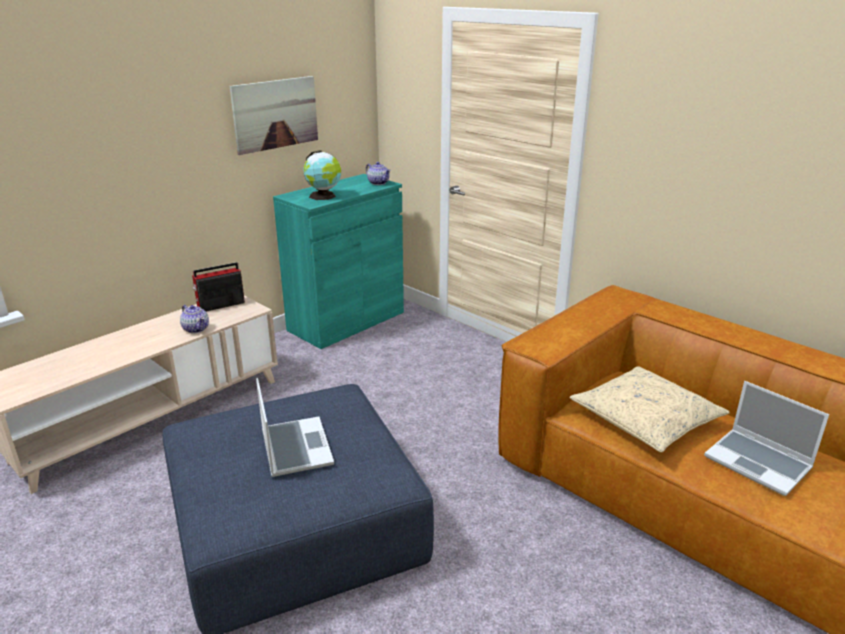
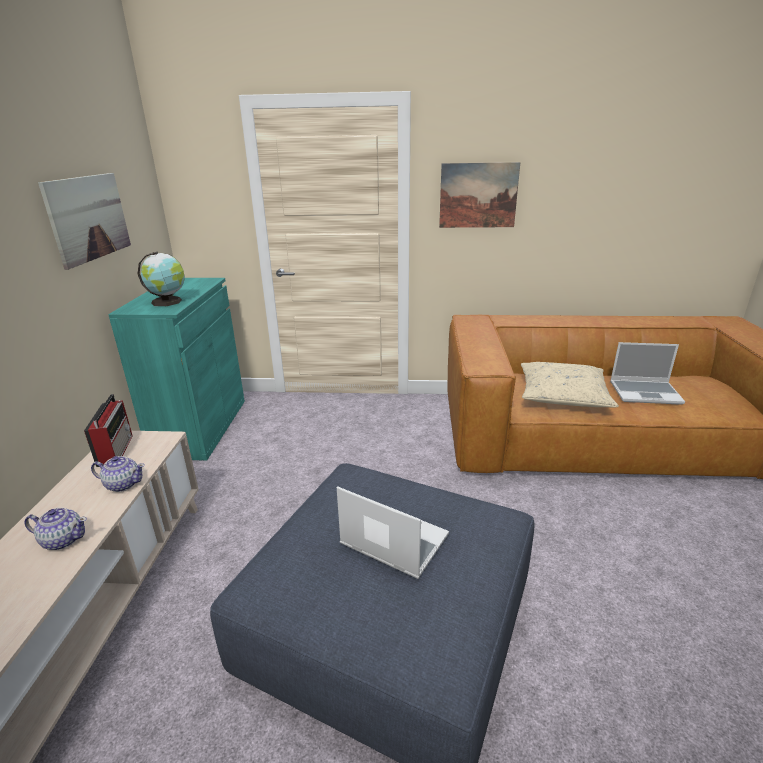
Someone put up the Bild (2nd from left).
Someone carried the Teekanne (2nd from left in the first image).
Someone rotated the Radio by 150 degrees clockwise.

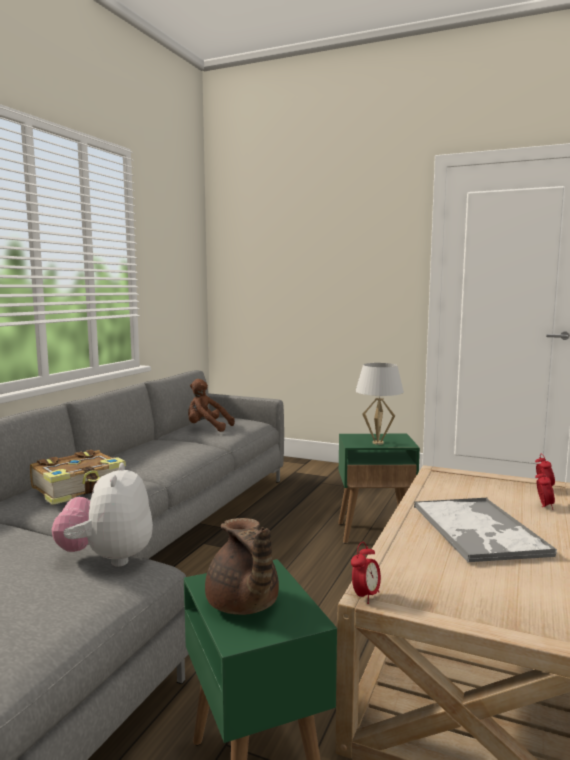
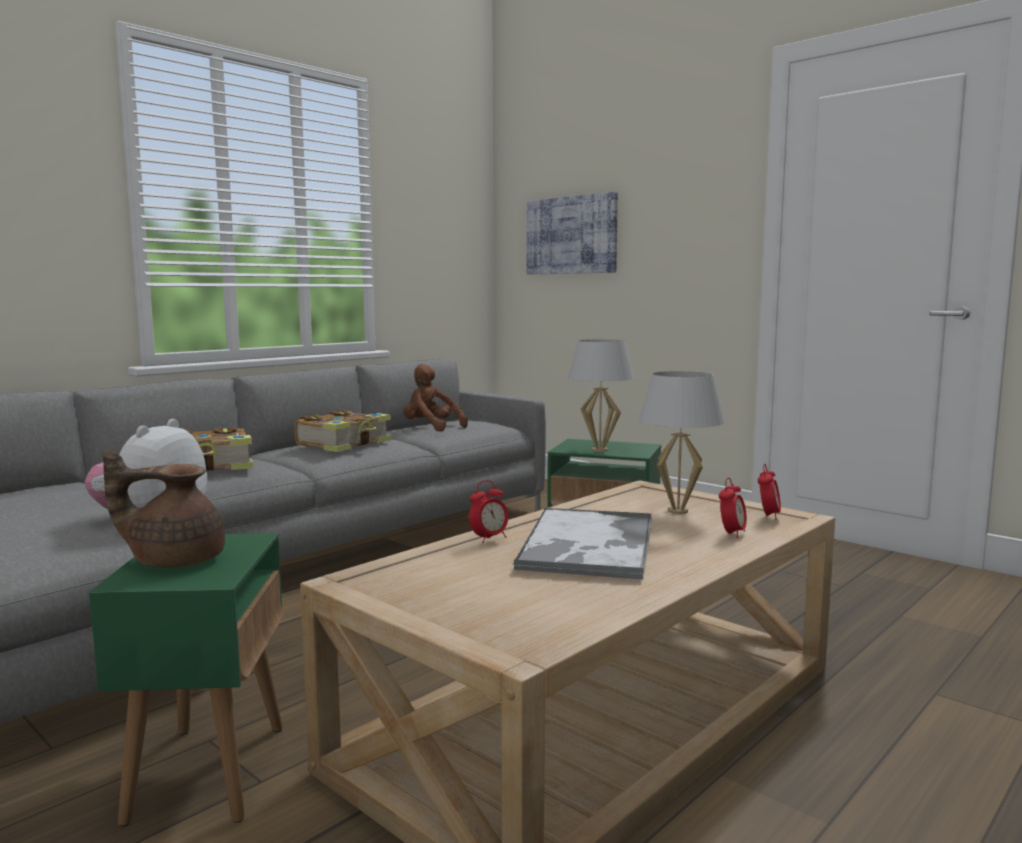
Someone put down the Buch (2nd from left).
Someone put up the Bild.
Someone put down the Tischlampe [weiß] (2nd from left).
Someone carried the Wecker (1st from left).
Someone rotated the Teekanne [braun] by 90 degrees clockwise.

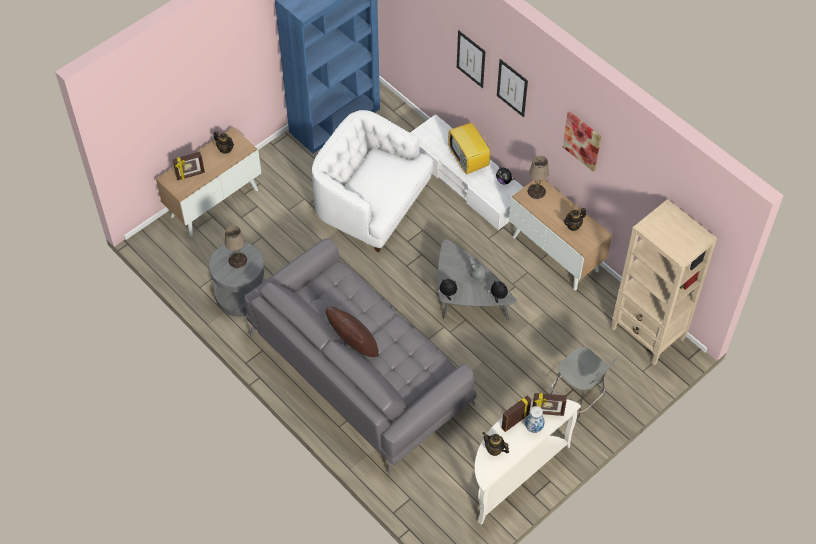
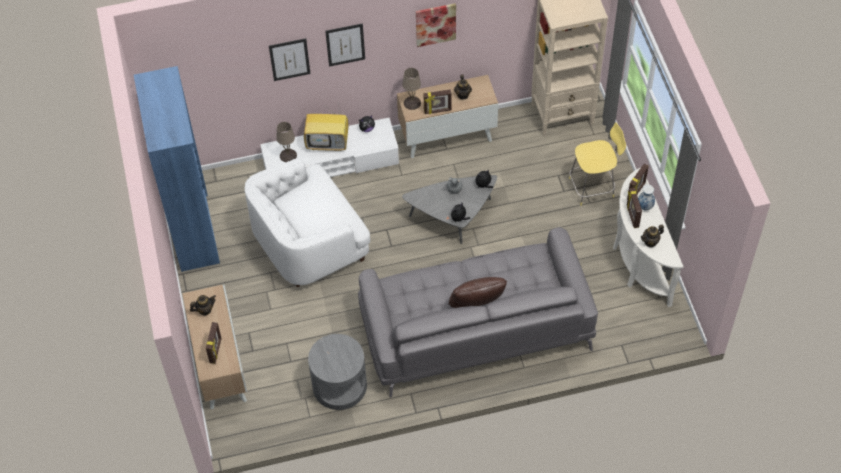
Someone put down the Bilderrahmen (2nd from left).
Someone carried the Tischlampe [beige] (1st from left).
Someone repainted the Hocker [grau], which became the Hocker [gelb].

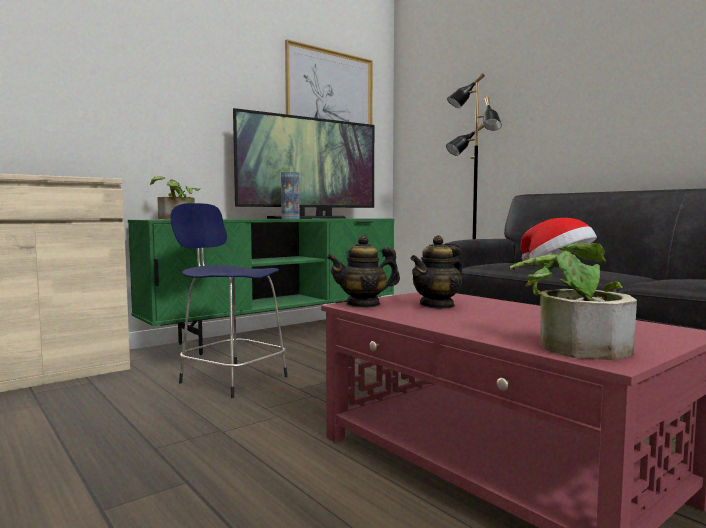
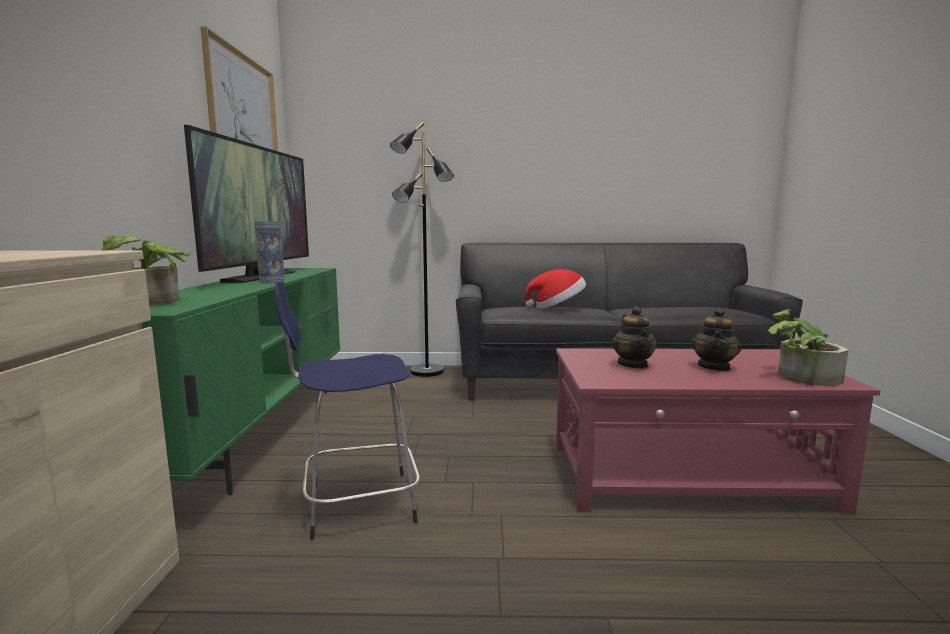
Someone carried the Teekanne (1st from left in the first image).

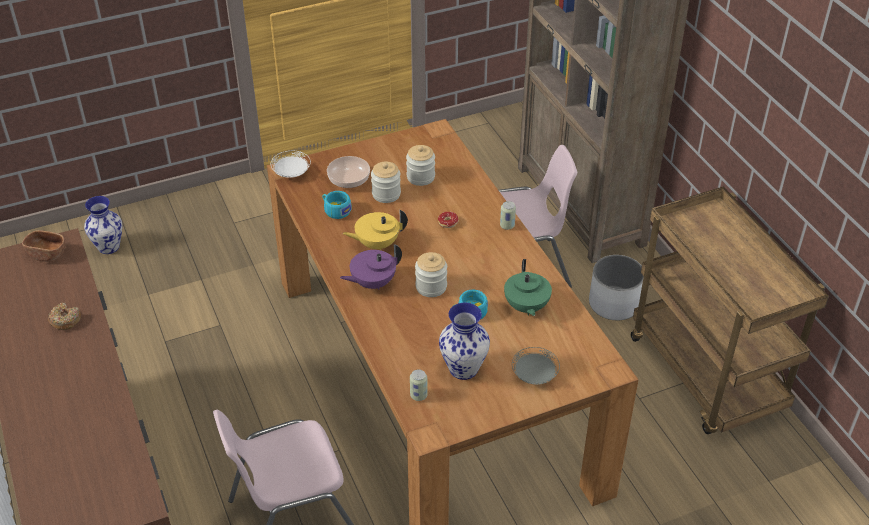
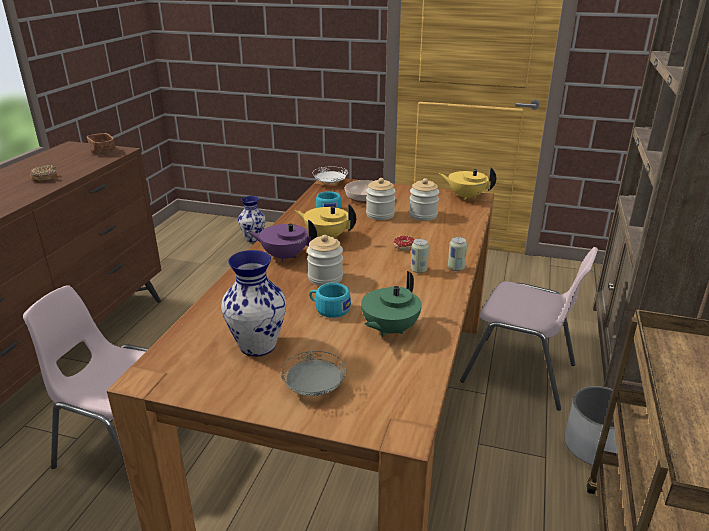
Someone put down the Teekanne [gelb] (2nd from left).
Someone carried the Dose (1st from left).

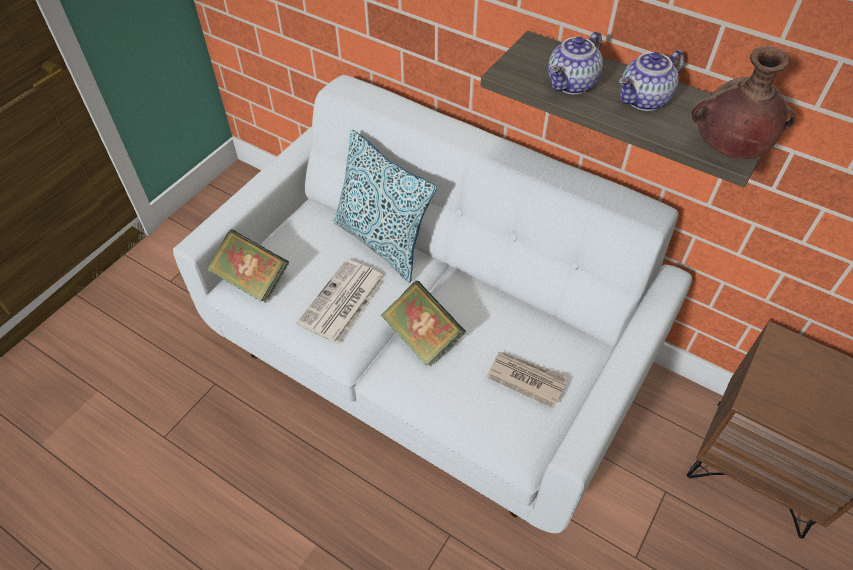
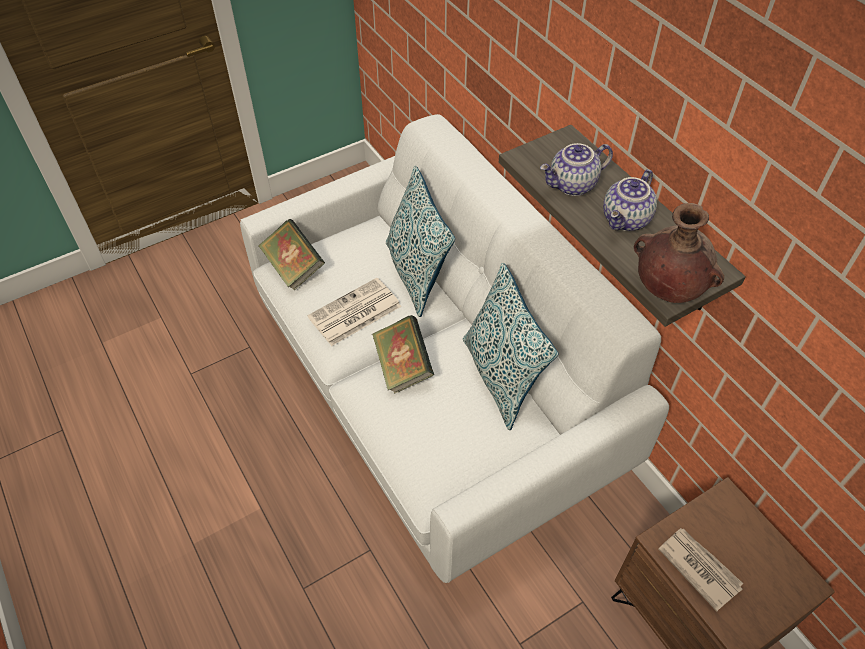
Someone put down the Kissen (2nd from left).
Someone carried the Zeitung (2nd from left).
Someone rotated the Teekanne (2nd from left) by 45 degrees counterclockwise.

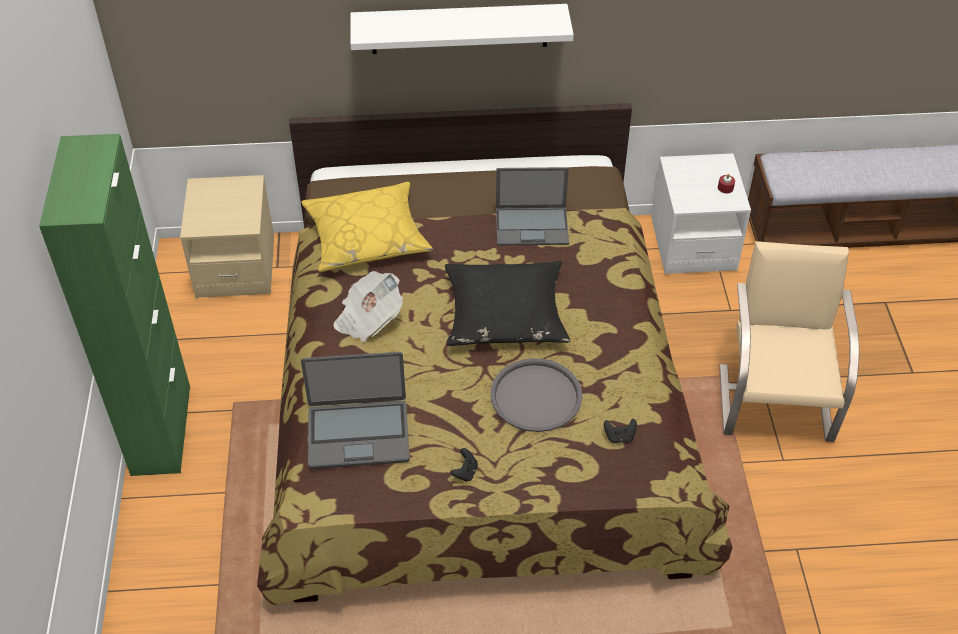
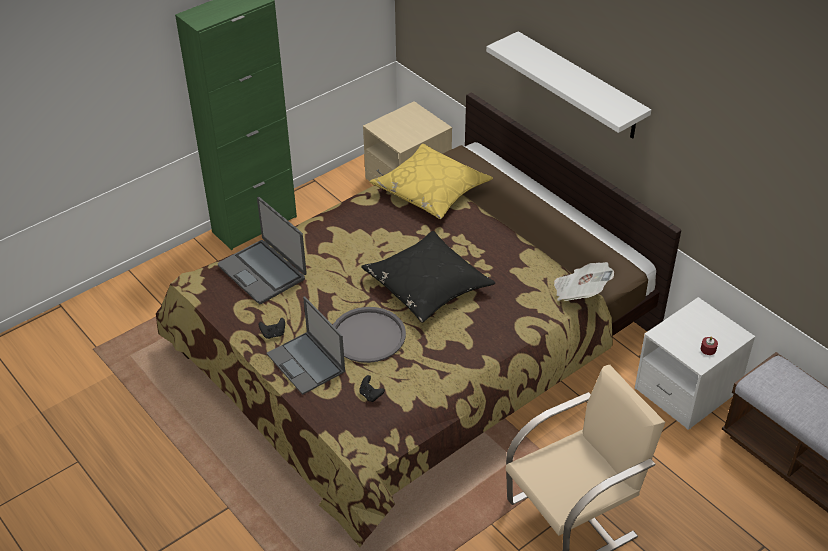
Someone carried the Zeitung.
Someone carried the Laptop (2nd from left).

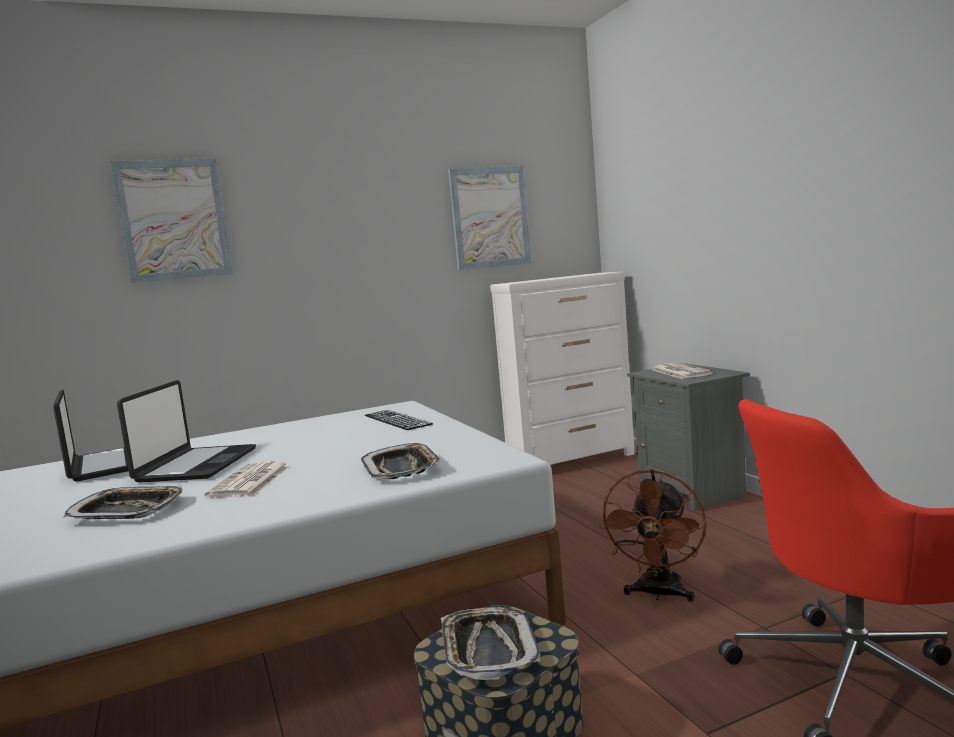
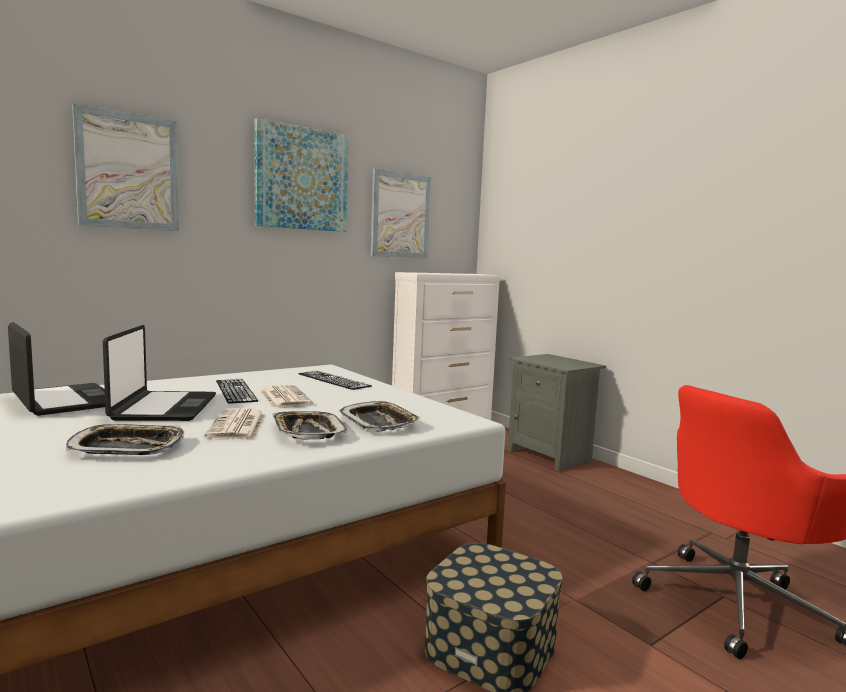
Someone took away the Ventilator [braun].
Someone put down the Tastatur (1st from left).
Someone put up the Bild (2nd from left).
Someone carried the Tablett (3rd from left in the first image).
Someone carried the Zeitung (2nd from left).

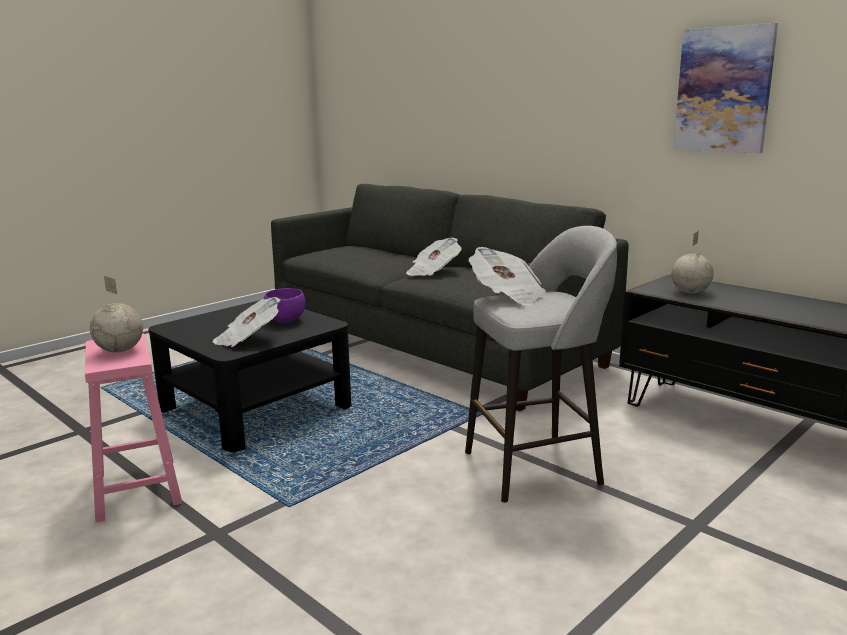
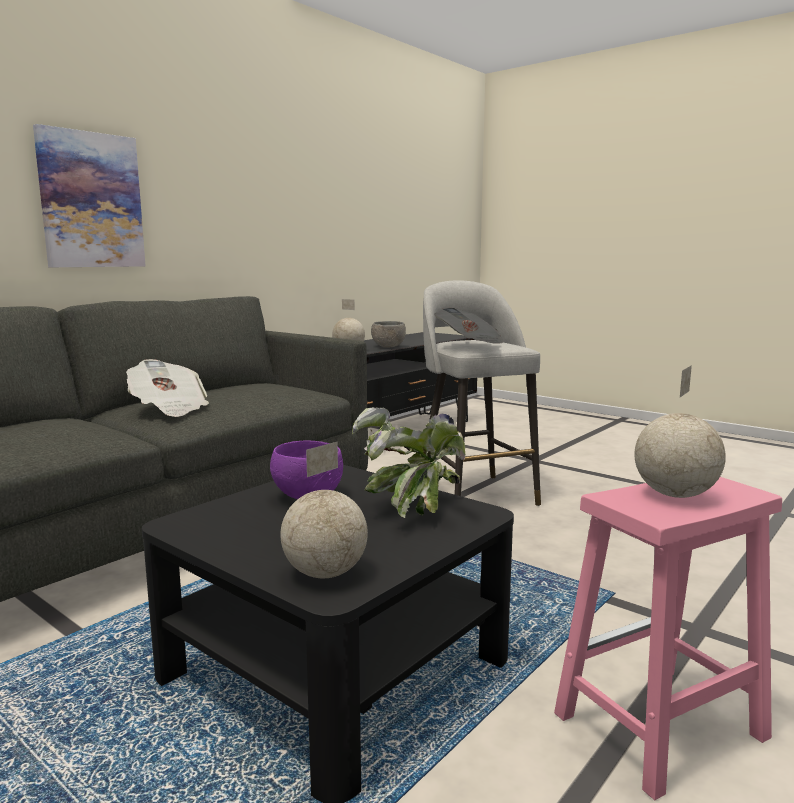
Someone put down the Globus (1st from left).
Someone put down the Schüssel [grau].
Someone carried the Bild.
Someone swapped the Zeitung (1st from left) for the Topfpflanze.

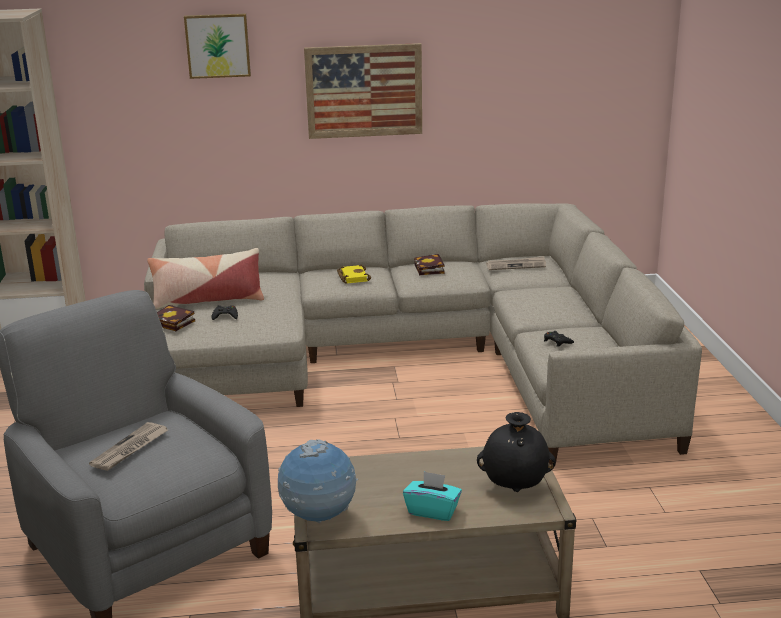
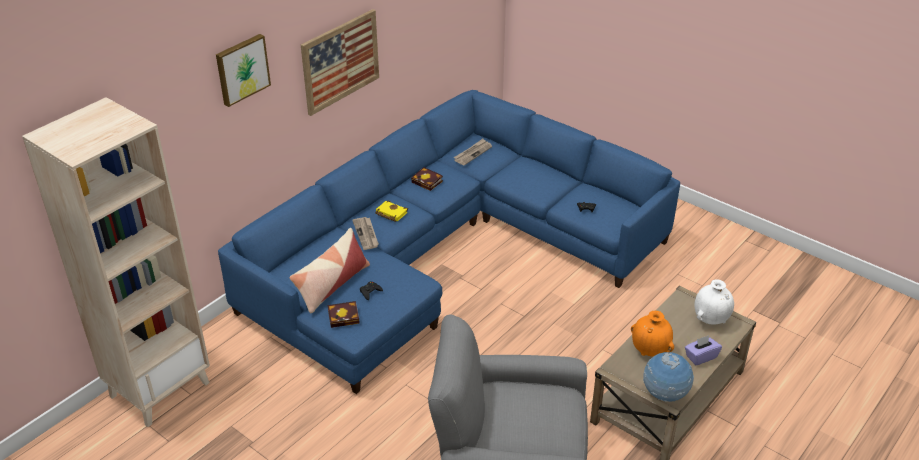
Someone put down the Vase [orange].
Someone carried the Zeitung (1st from left).
Someone repainted the Sofa [beige], which became the Sofa [blau].
Someone repainted the Taschentuchbox [türkis], which became the Taschentuchbox [lila].
Someone repainted the Vase [schwarz], which became the Vase [weiß].

